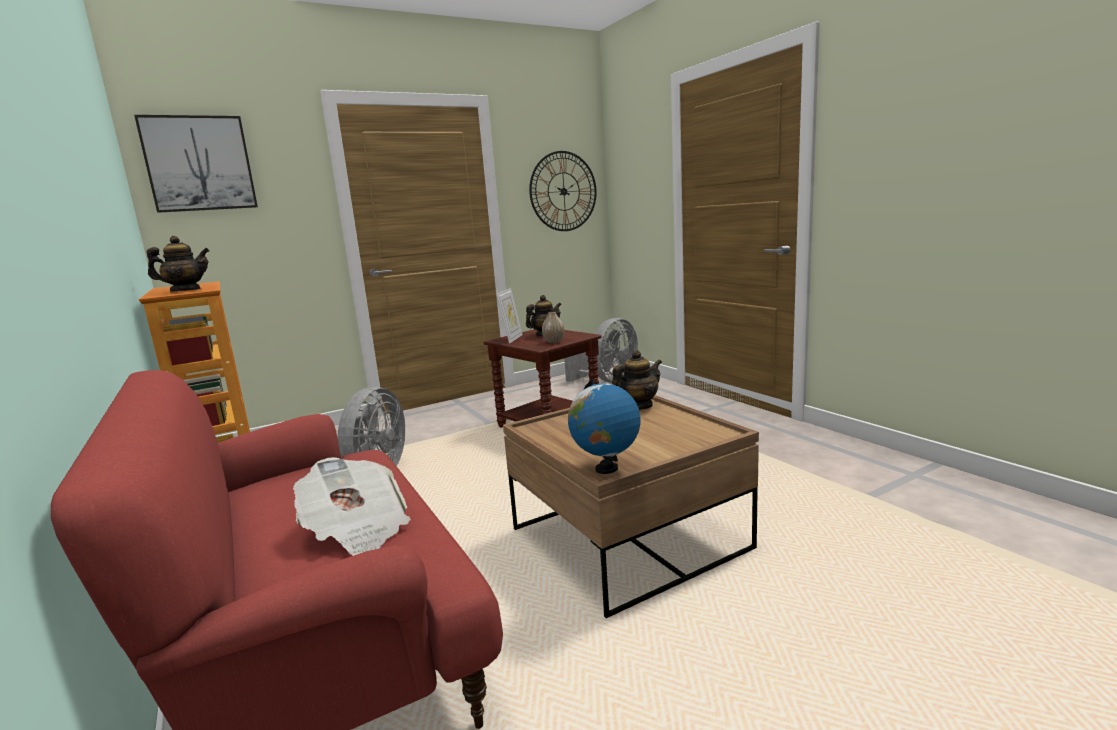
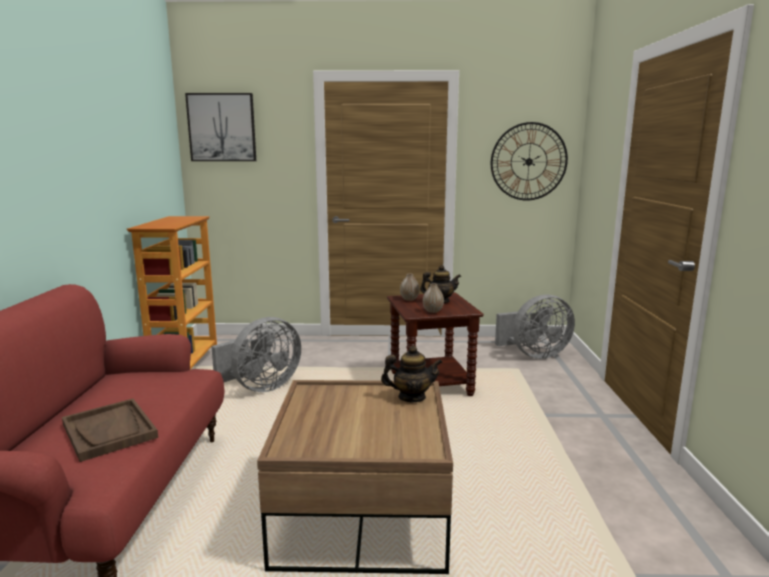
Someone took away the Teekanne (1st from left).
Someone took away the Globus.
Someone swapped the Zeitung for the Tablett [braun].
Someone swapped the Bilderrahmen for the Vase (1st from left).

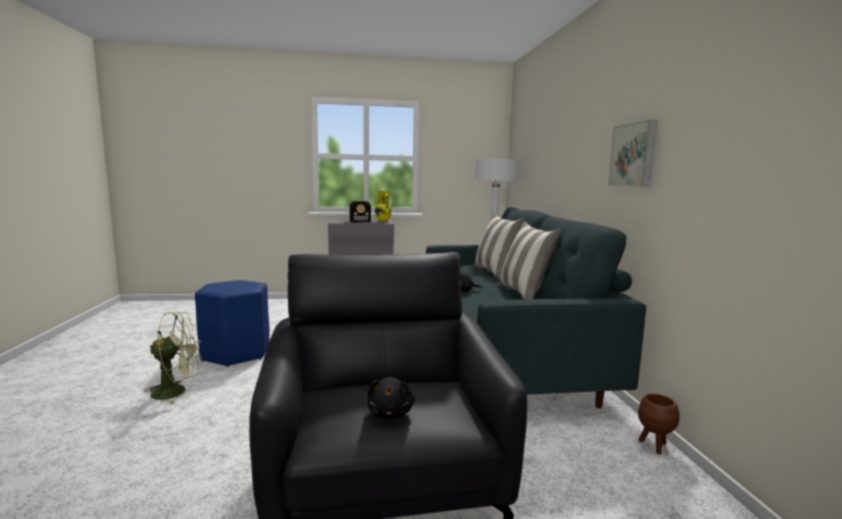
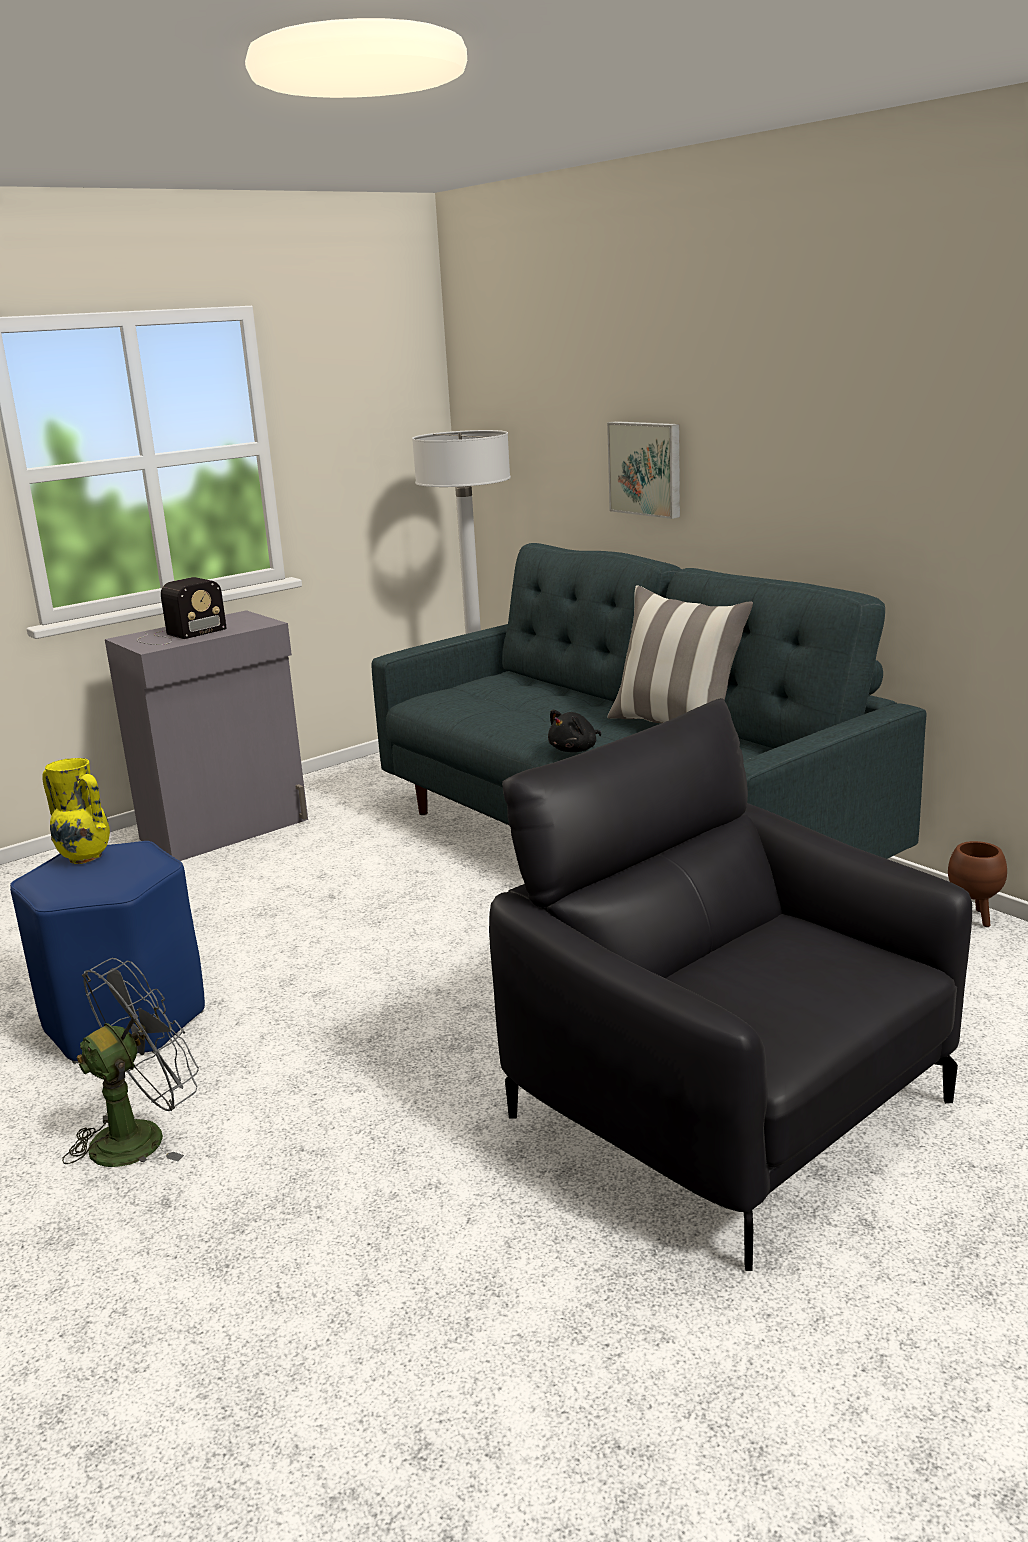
Someone took away the Plüschtier [schwarz] (1st from left).
Someone took away the Kissen (1st from left).
Someone carried the Vase [gelb].
Someone carried the Bild.
Someone repainted the Ventilator [grün], which became the Ventilator [grau].

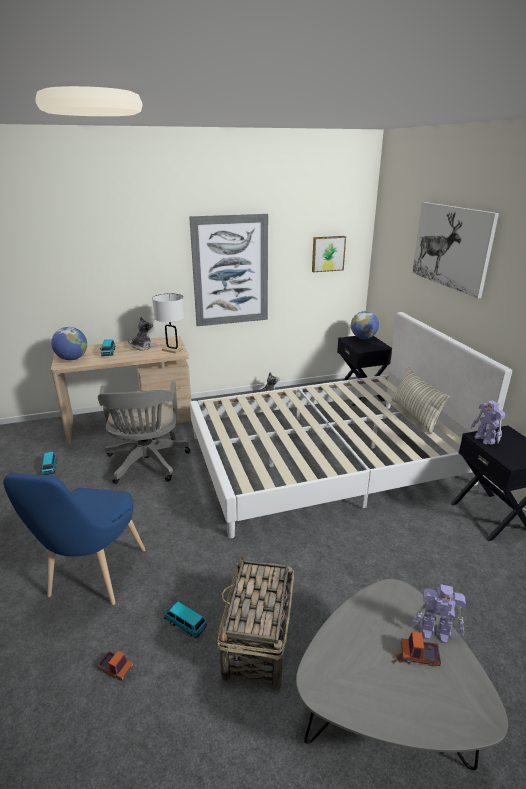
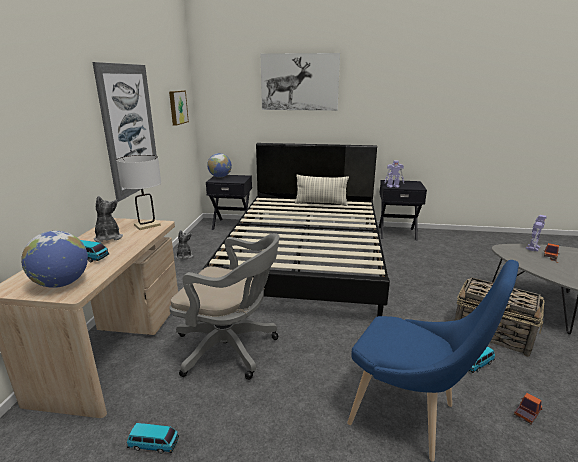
Someone repainted the Bett [weiß], which became the Bett [schwarz].

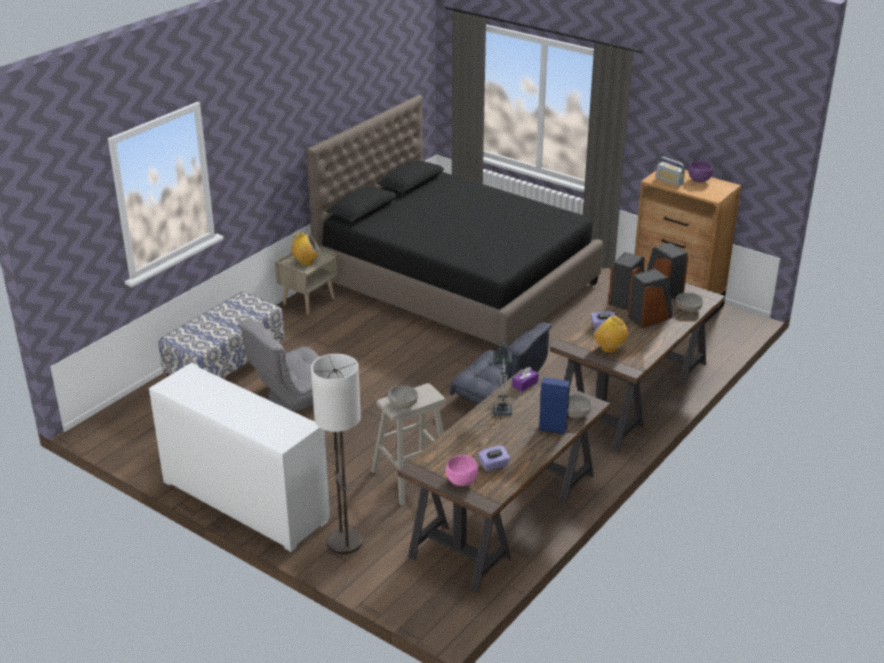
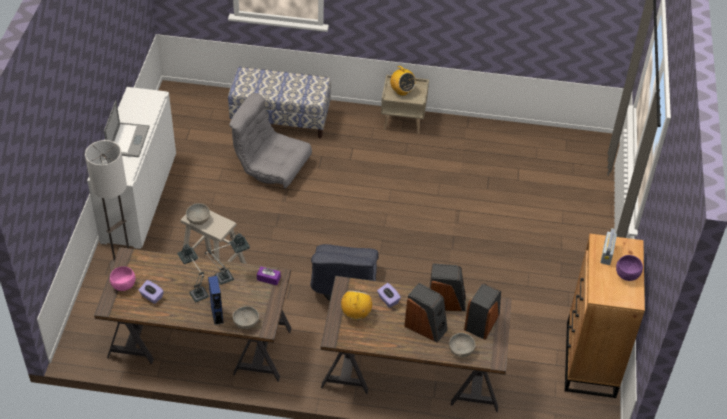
Someone took away the Bett [schwarz].
Someone put down the Laptop.
Someone put down the Tischlampe (1st from left).

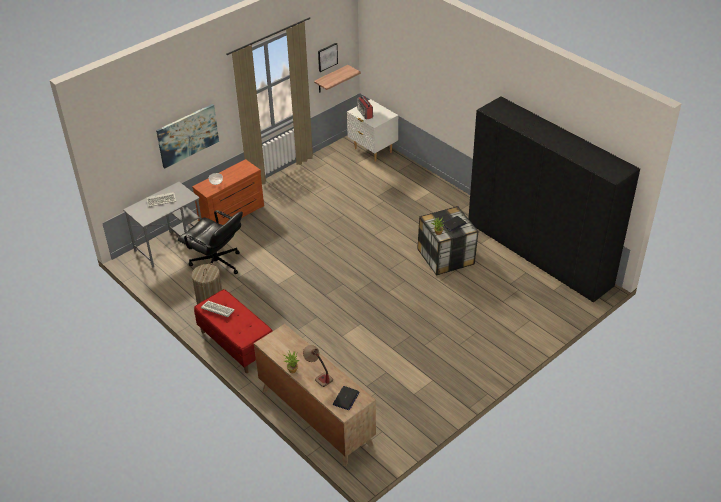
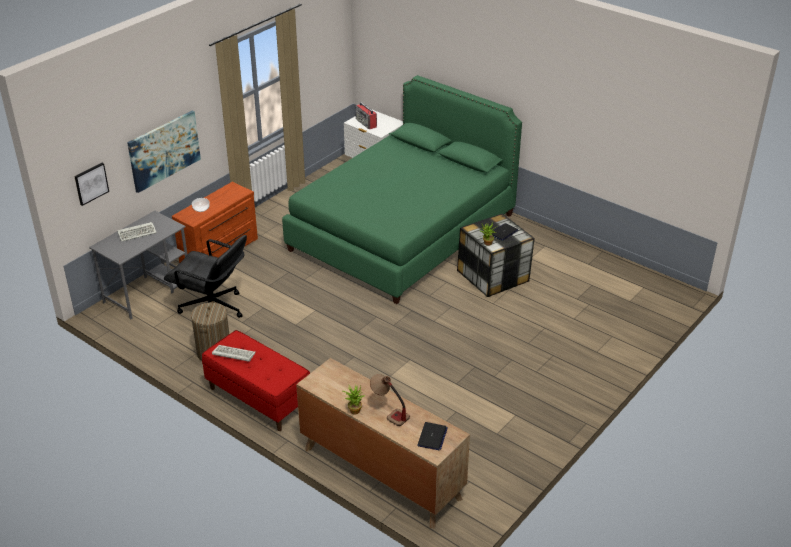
Someone took away the Wandregal.
Someone took away the Kleiderschrank [schwarz].
Someone put down the Bett [grün].
Someone carried the Bild (2nd from left in the first image).

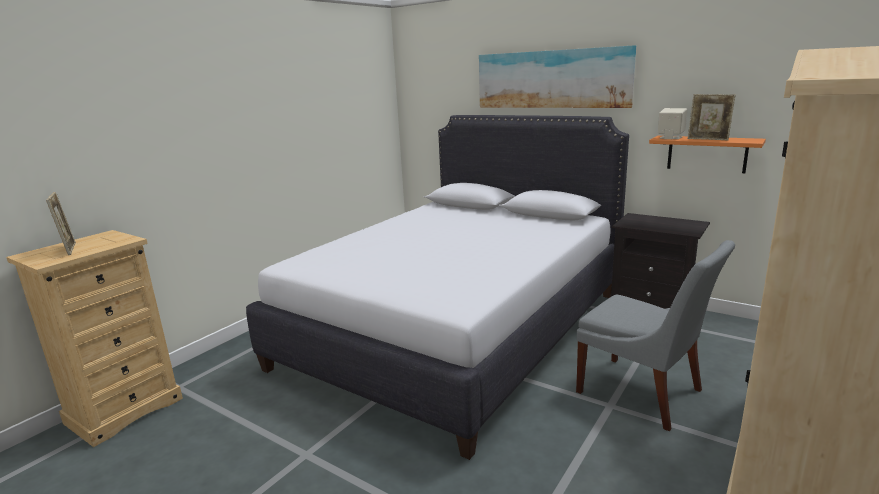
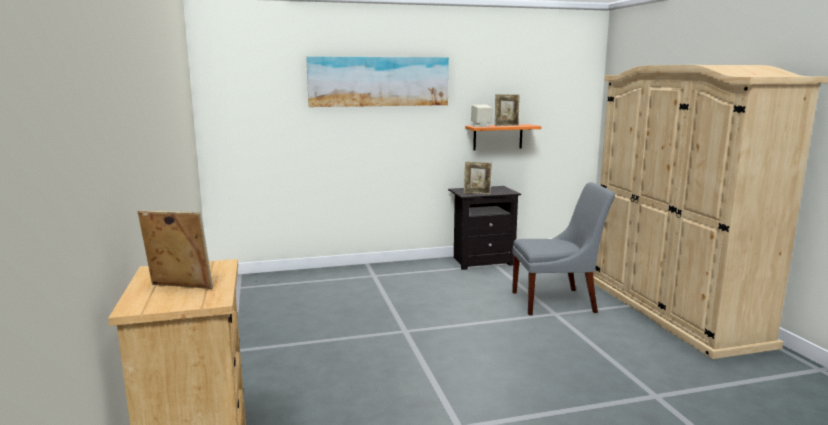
Someone took away the Bett [weiß].
Someone put down the Bilderrahmen (2nd from left).

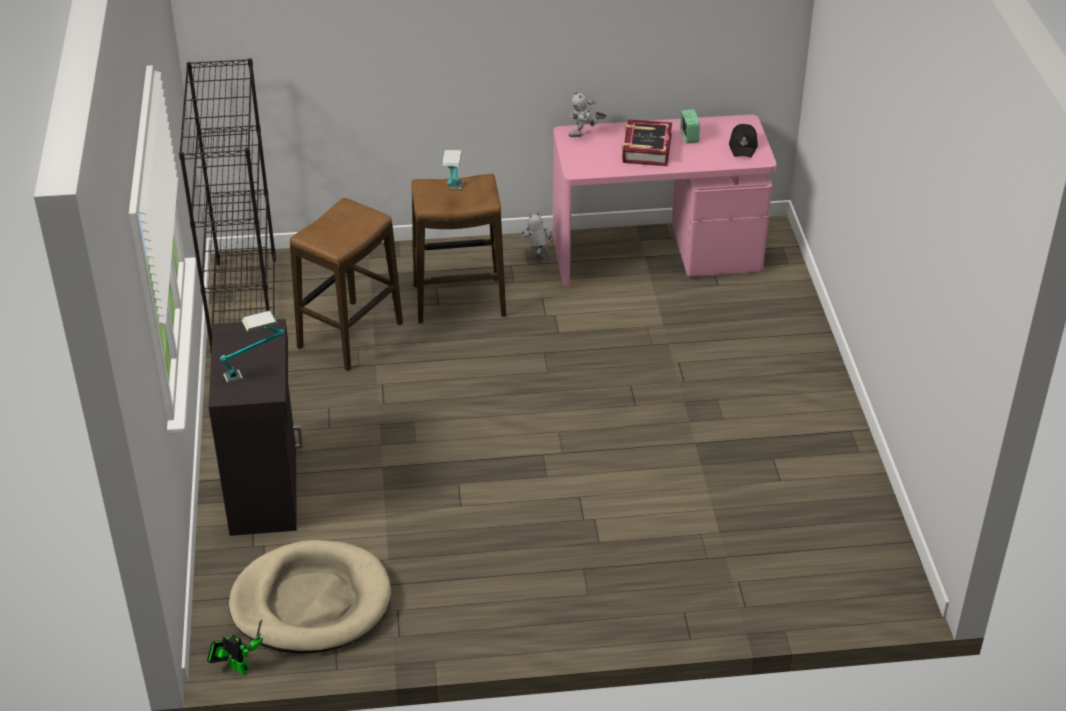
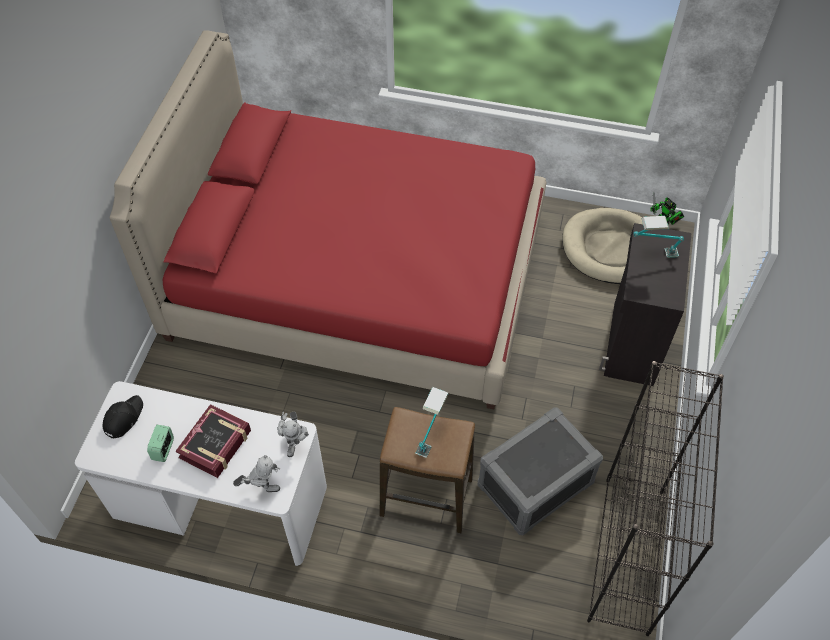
Someone put down the Bett [rot].
Someone carried the Spielzeugroboter (2nd from left).
Someone swapped the Hocker (1st from left) for the Aufbewahrungsbox [grau].
Someone repainted the Schreibtisch [rosa], which became the Schreibtisch [weiß].

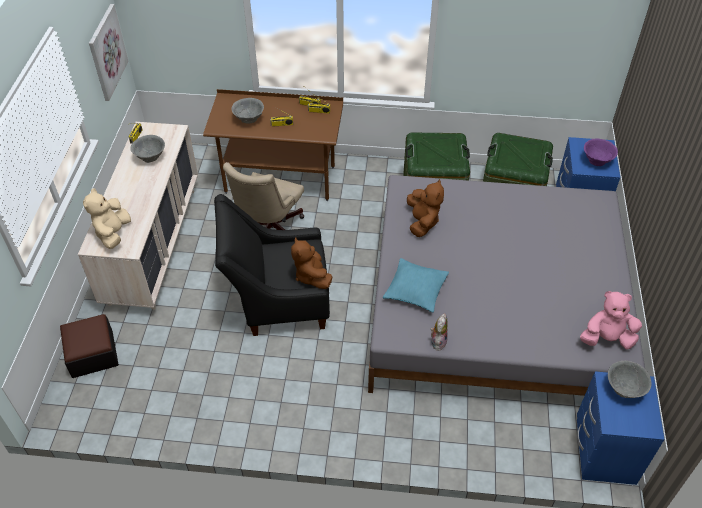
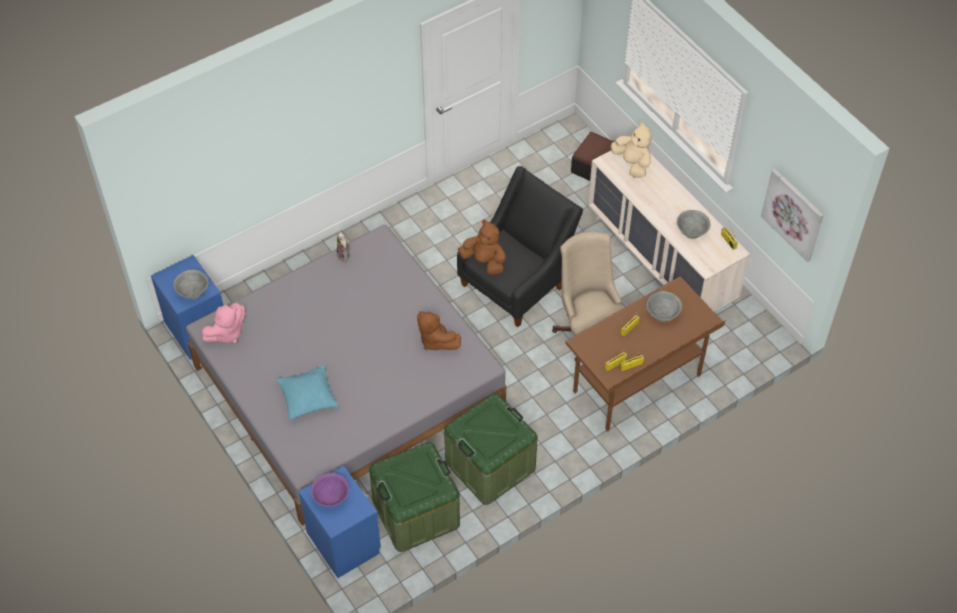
Someone carried the Kissen [türkis].

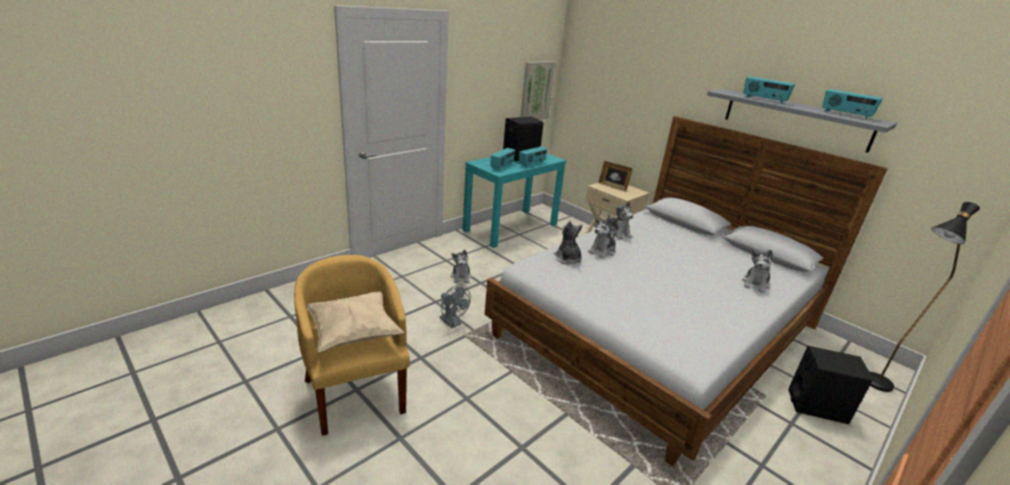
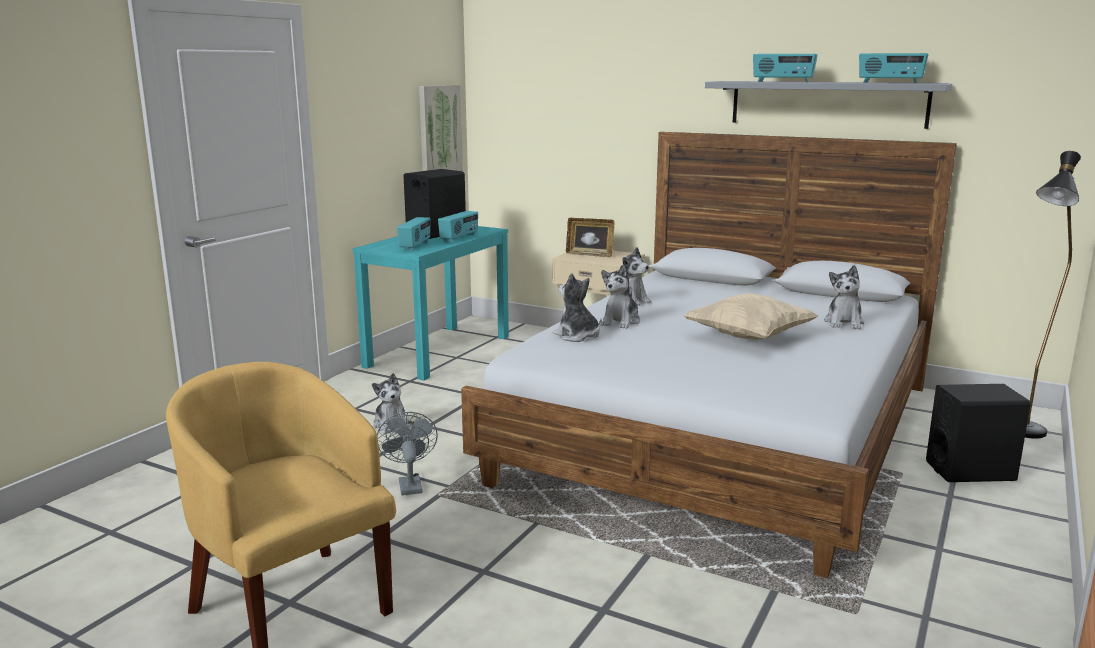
Someone carried the Kissen [beige].
Someone rotated the Ventilator [grau] by 135 degrees counterclockwise.

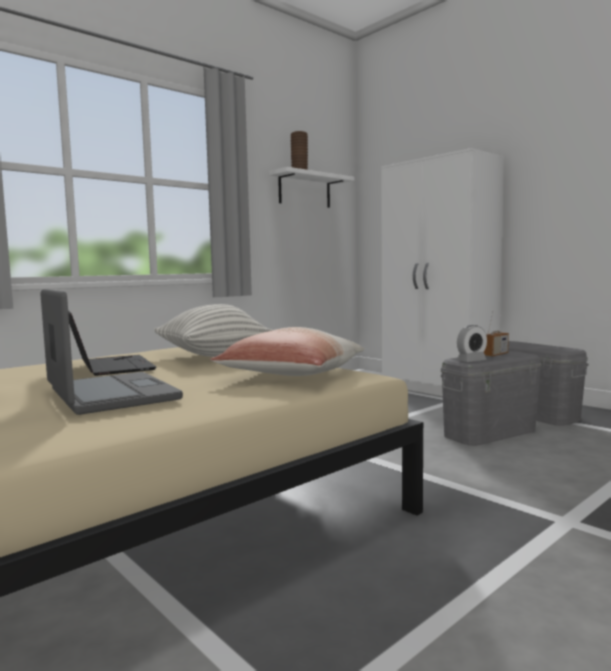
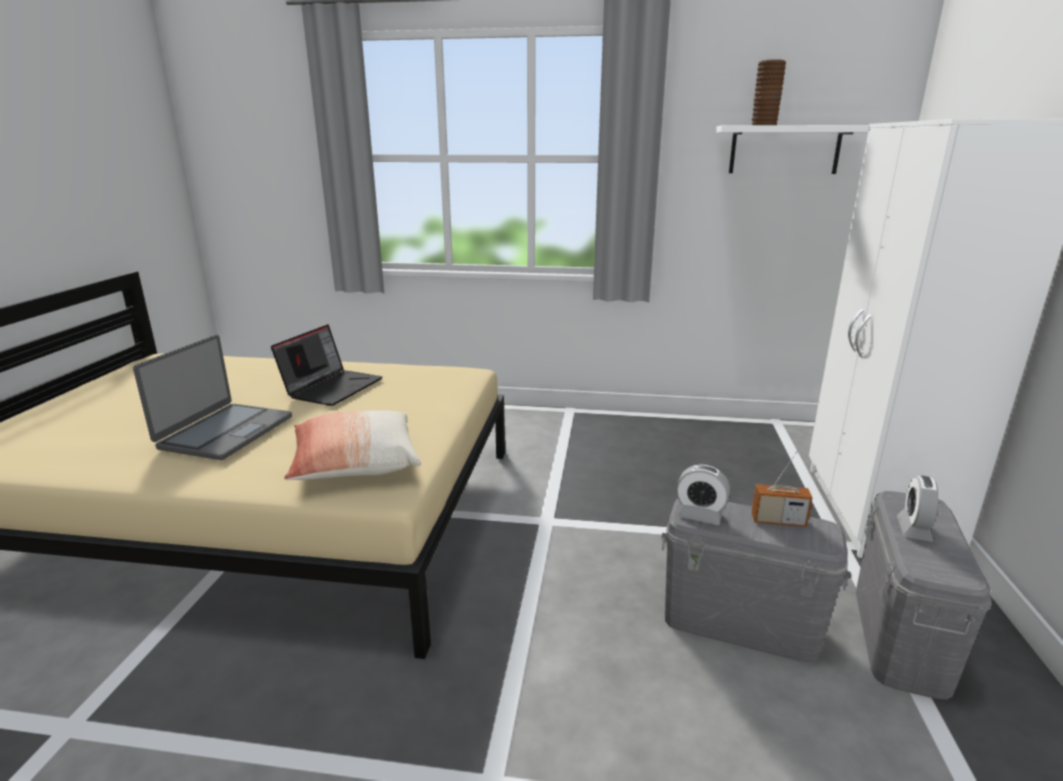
Someone took away the Kissen (1st from left).
Someone put down the Wecker (2nd from left).

